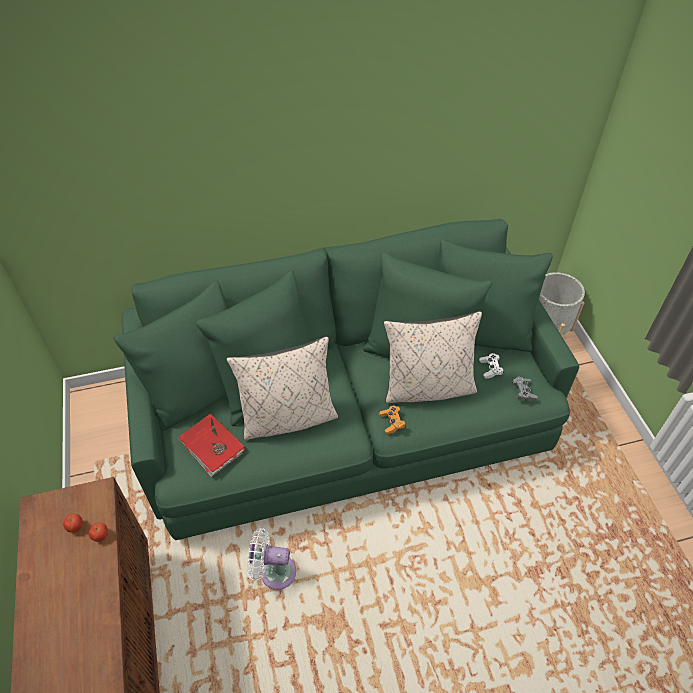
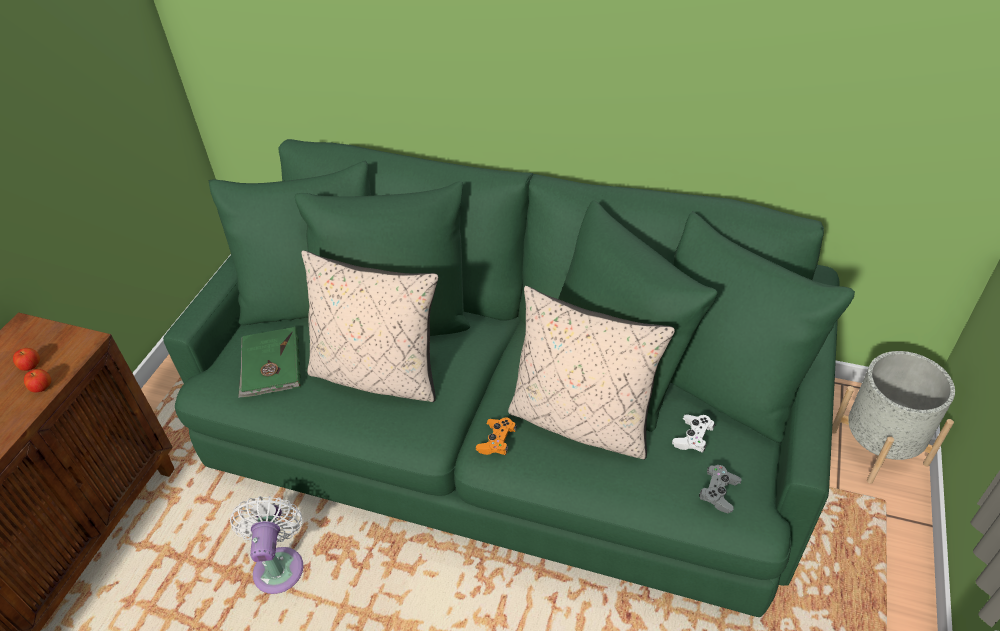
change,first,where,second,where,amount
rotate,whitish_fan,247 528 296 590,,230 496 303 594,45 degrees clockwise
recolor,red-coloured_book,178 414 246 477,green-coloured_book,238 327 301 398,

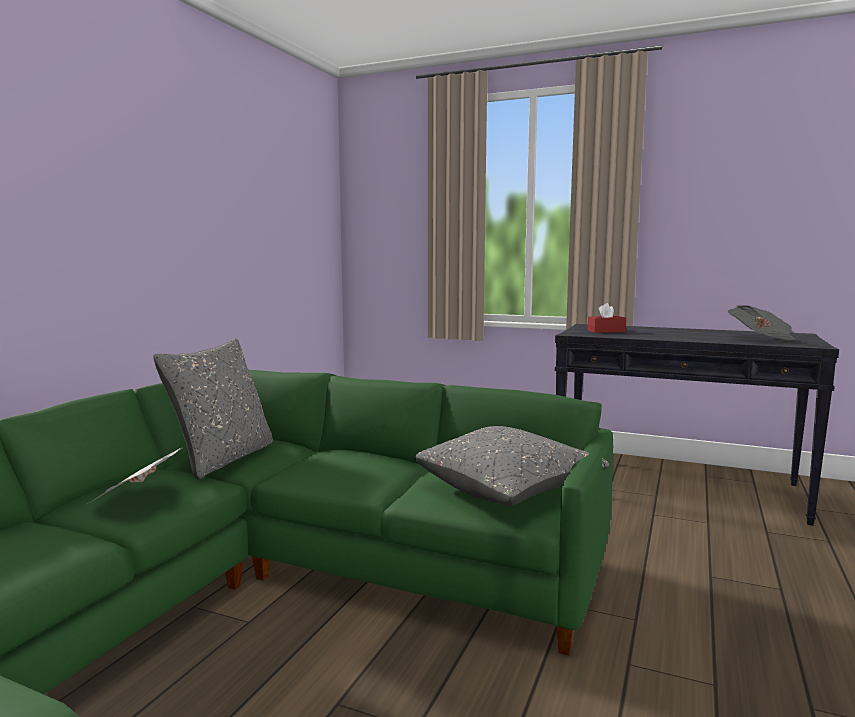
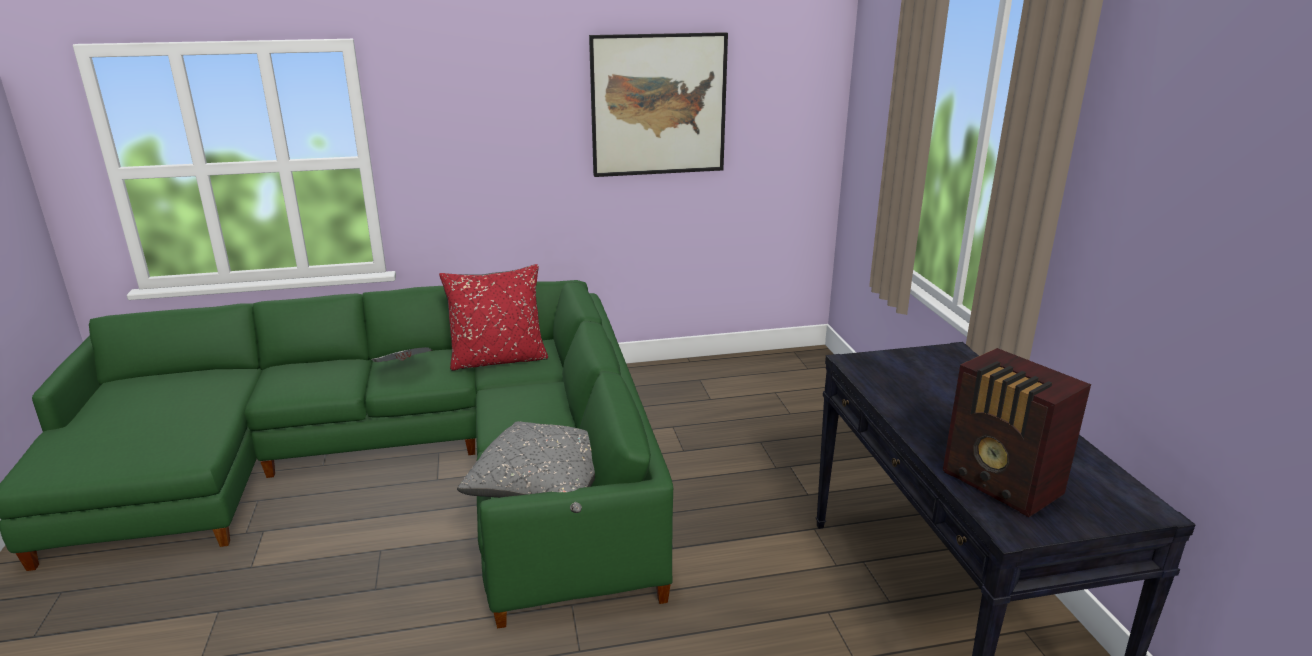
change,first,where,second,where,amount
recolor,greyish_cushion,153 338 273 480,red-coloured_cushion,439 264 548 371,
insert,,,wall_art,589 32 728 177,
replace,newspaper,728 305 795 340,radio,943 348 1091 517,
delete,red-coloured_tissue_holder,588 303 626 333,,,

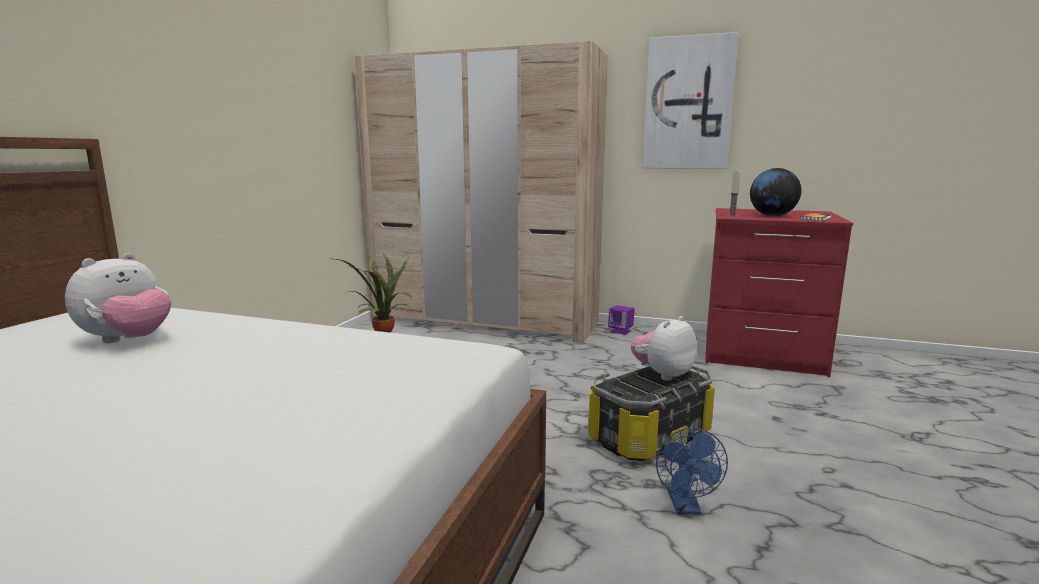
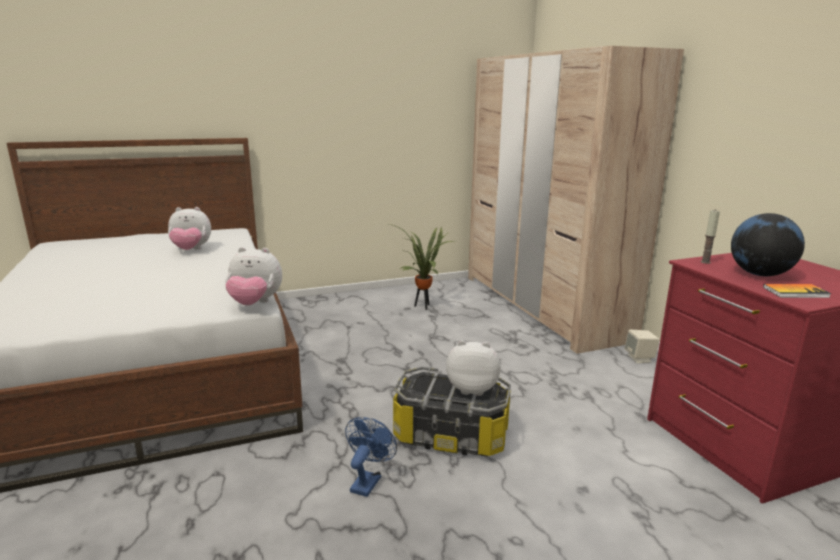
change,first,where,second,where,amount
insert,,,soft_toy,225 247 282 305,
rotate,blue-coloured_fan,656 428 728 515,,345 417 397 497,150 degrees clockwise
recolor,purple_speaker,608 305 635 335,sand-coloured_speaker,624 330 660 363,
delete,wall_art,642 32 739 169,,,

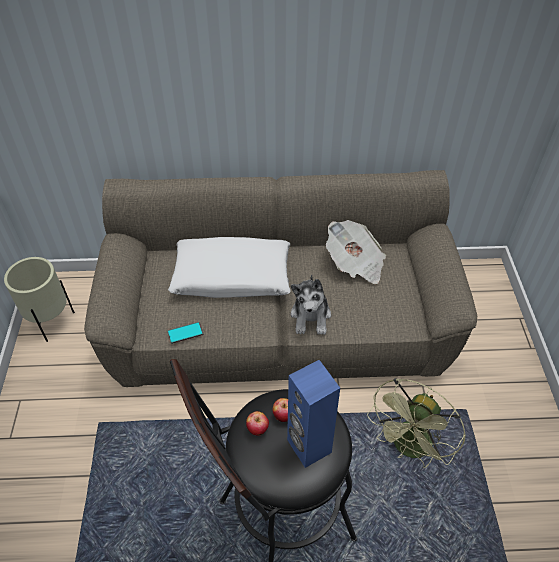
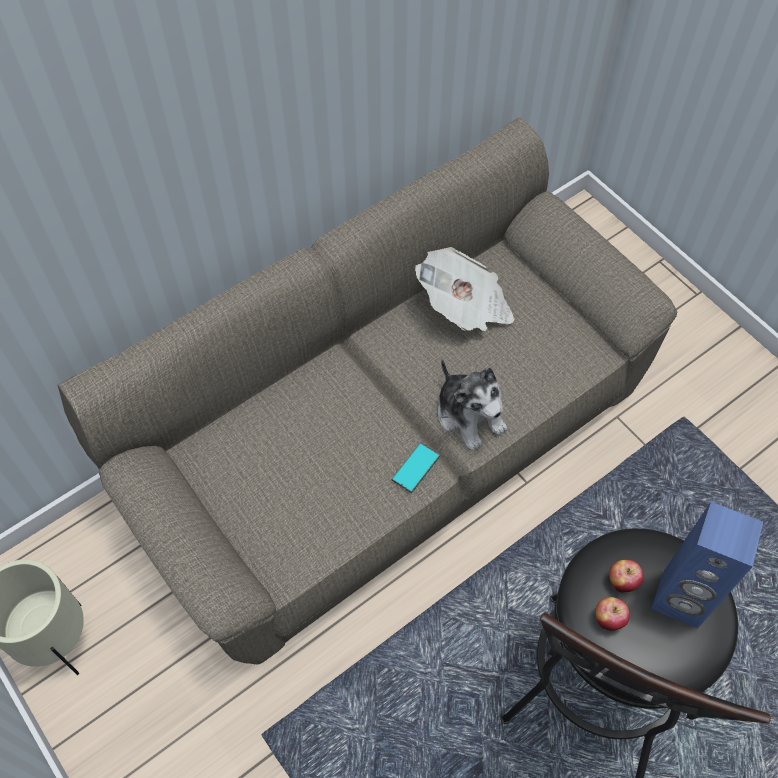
change,first,where,second,where,amount
move,handset,168 322 204 344,,392 442 440 493,
delete,whitish_cushion,168 237 291 298,,,
delete,green-coloured_fan,367 378 466 468,,,

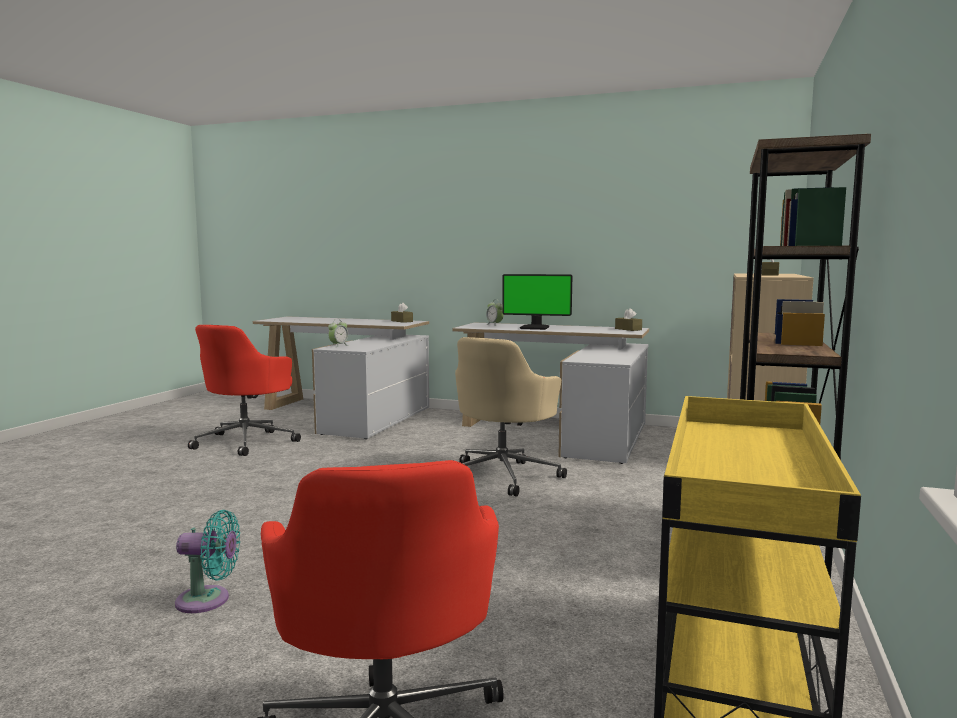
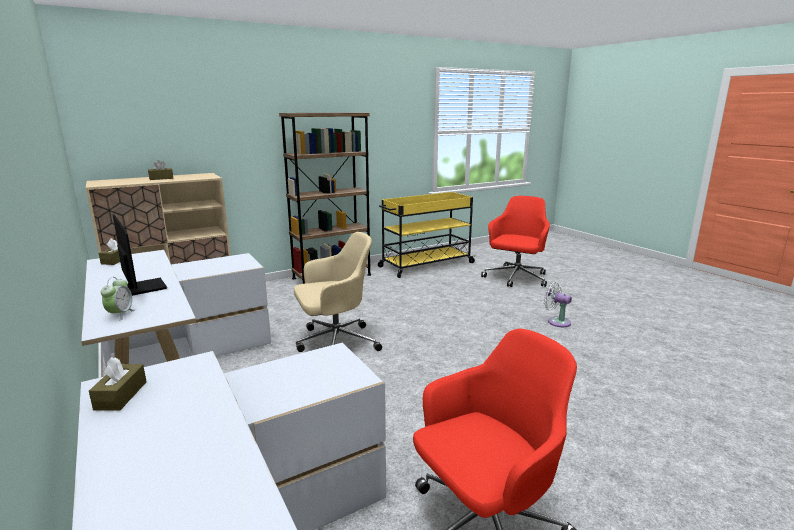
change,first,where,second,where,amount
recolor,turquoise_fan,175 510 240 613,whitish_fan,544 282 572 327,
delete,bedside_clock,328 319 349 347,,,

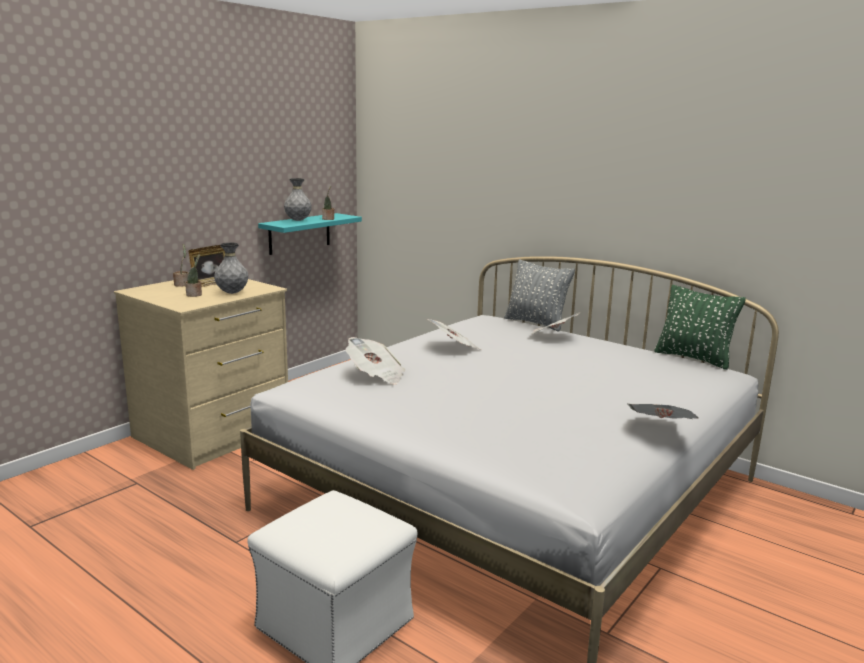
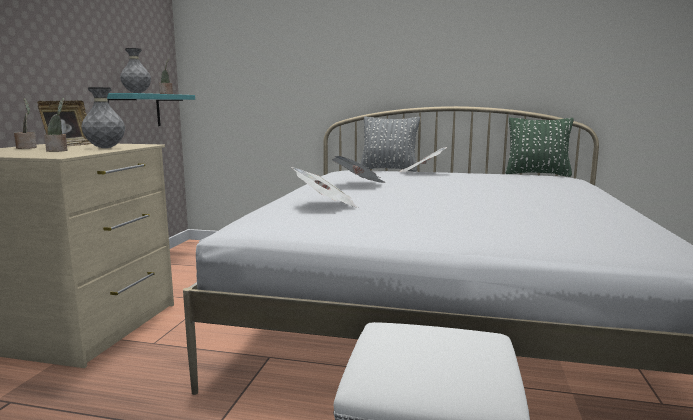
change,first,where,second,where,amount
delete,newspaper,626 403 699 419,,,

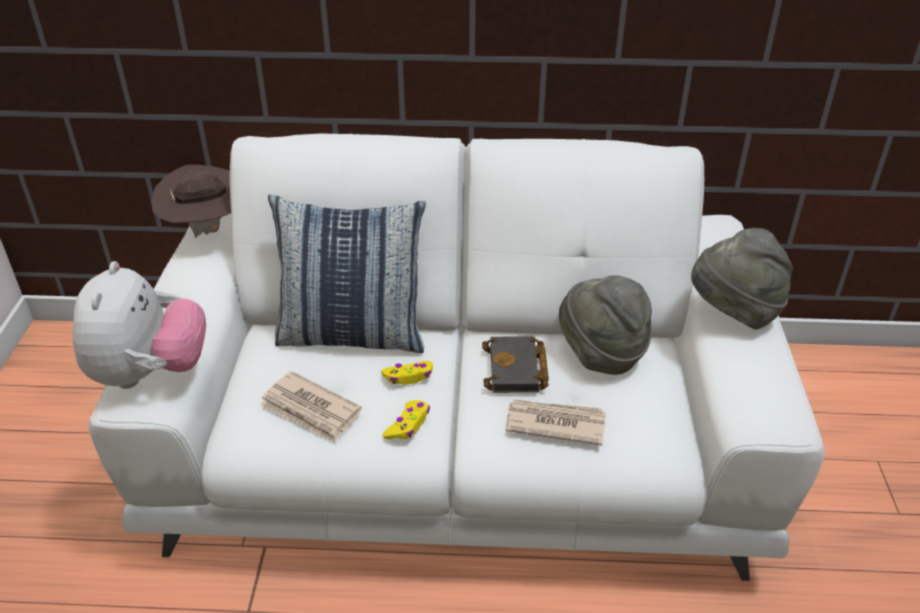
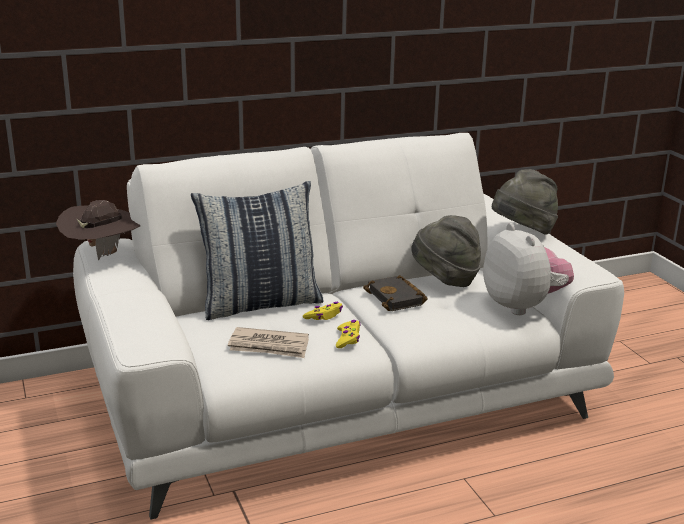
change,first,where,second,where,amount
move,soft_toy,73 261 206 389,,483 223 574 315,
delete,newspaper,506 400 606 445,,,

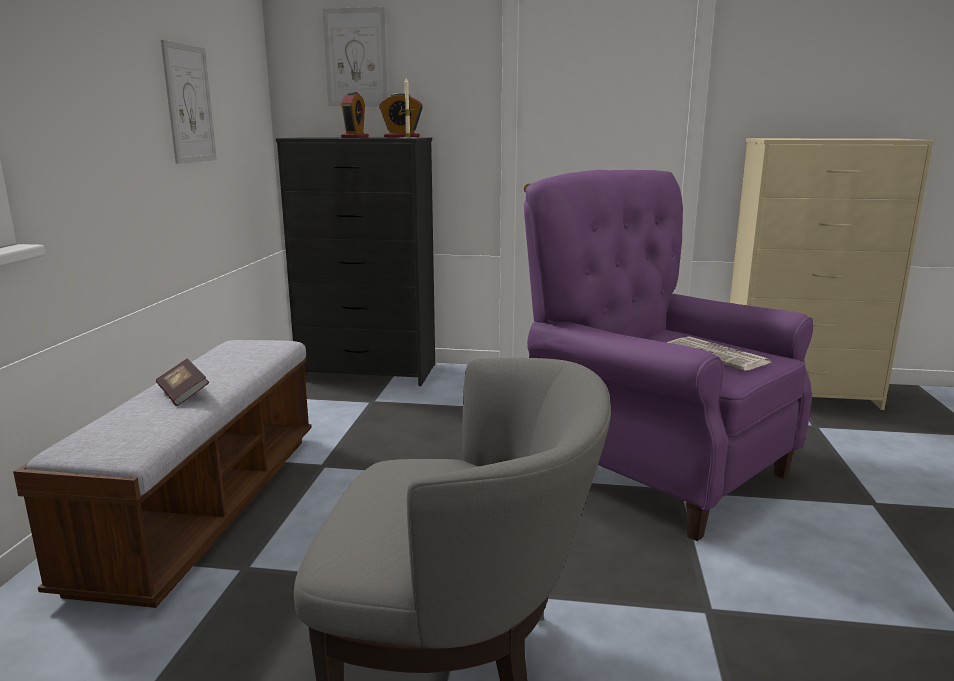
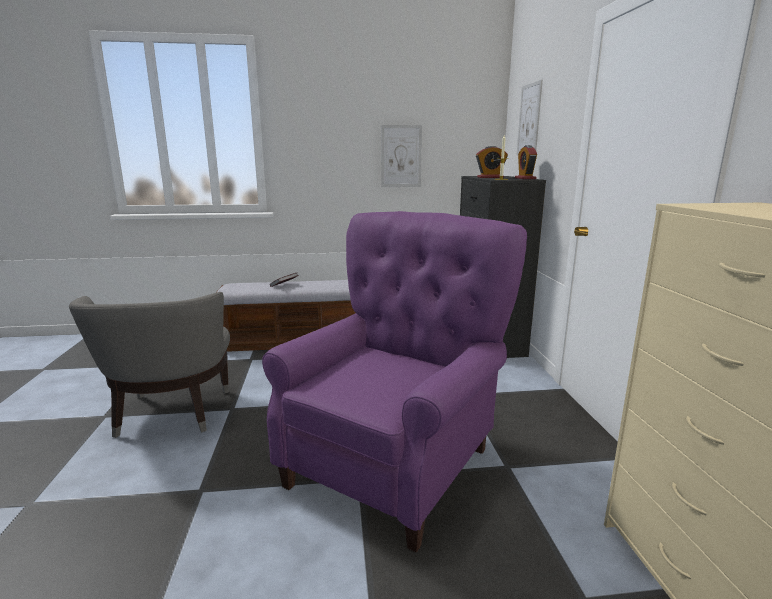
change,first,where,second,where,amount
delete,newspaper,667 336 771 371,,,

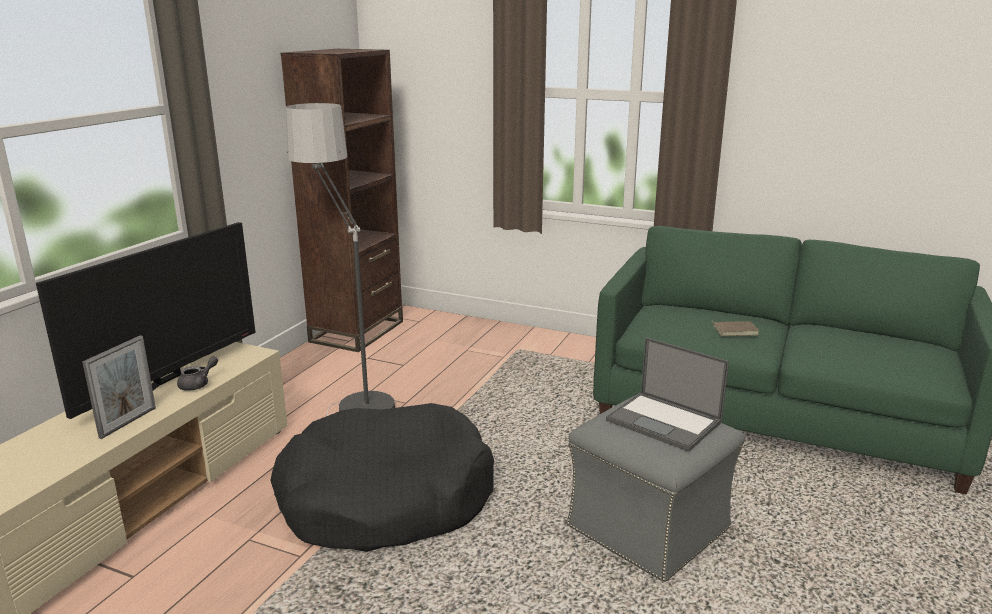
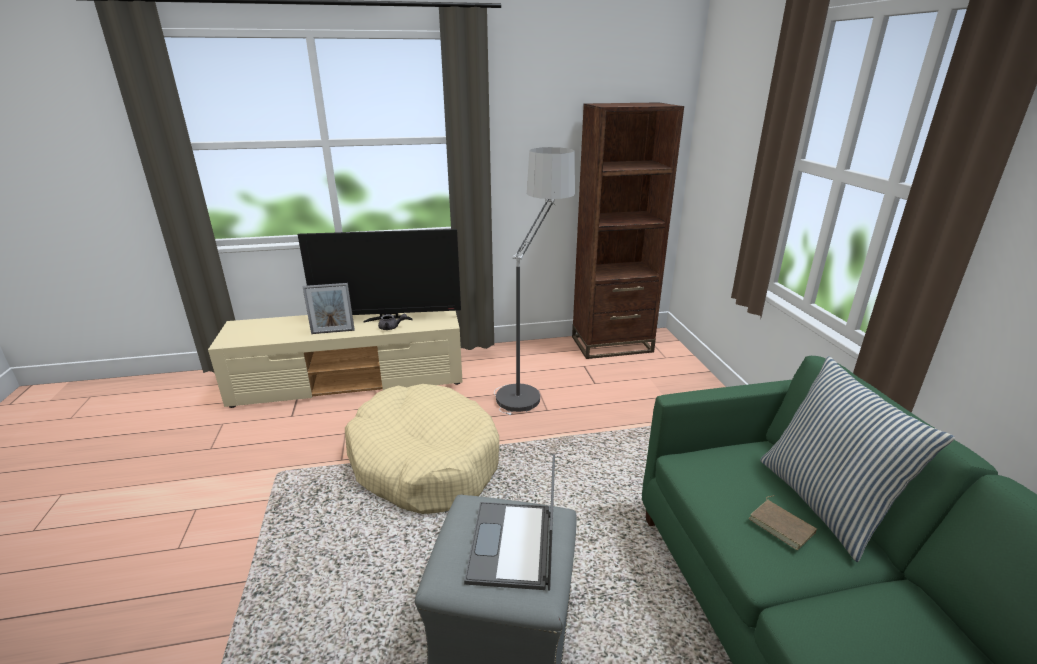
change,first,where,second,where,amount
recolor,blackish_dog_cushion,270 403 494 552,sand-coloured_dog_cushion,345 384 499 514,
insert,,,cushion,760 356 955 562,

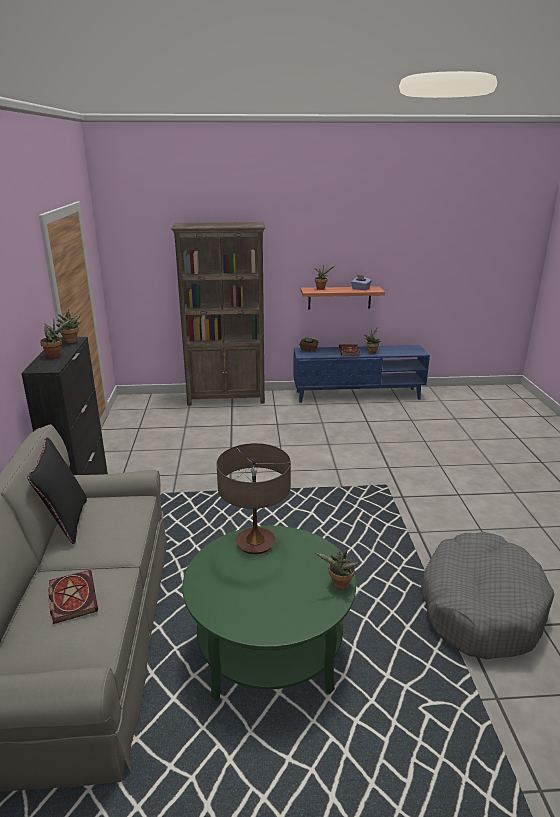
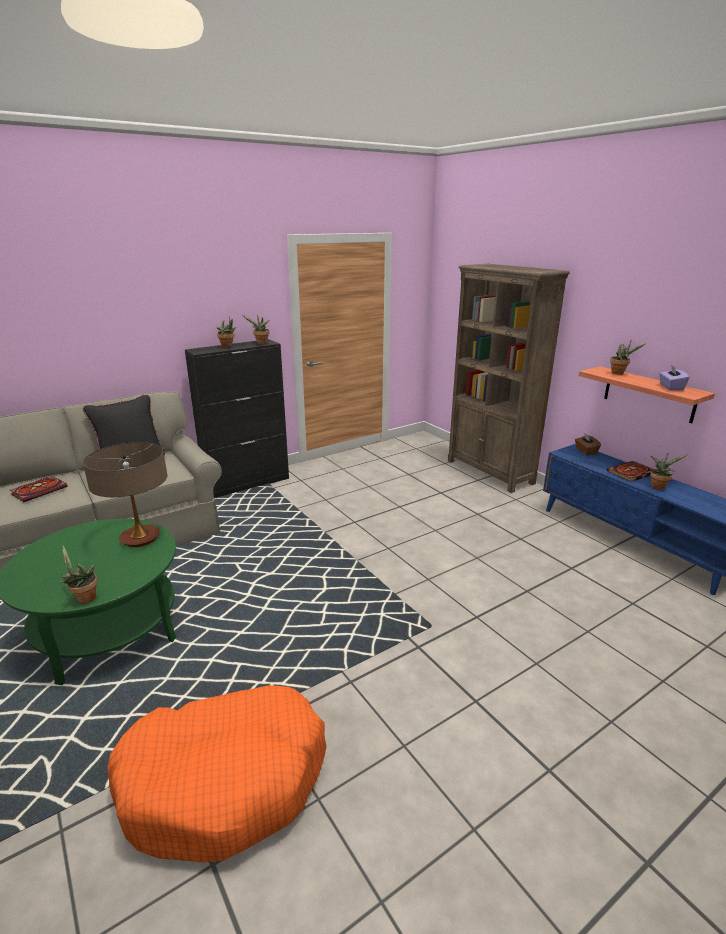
change,first,where,second,where,amount
recolor,greyish_dog_cushion,421 532 554 659,orange_dog_cushion,108 685 327 862,

